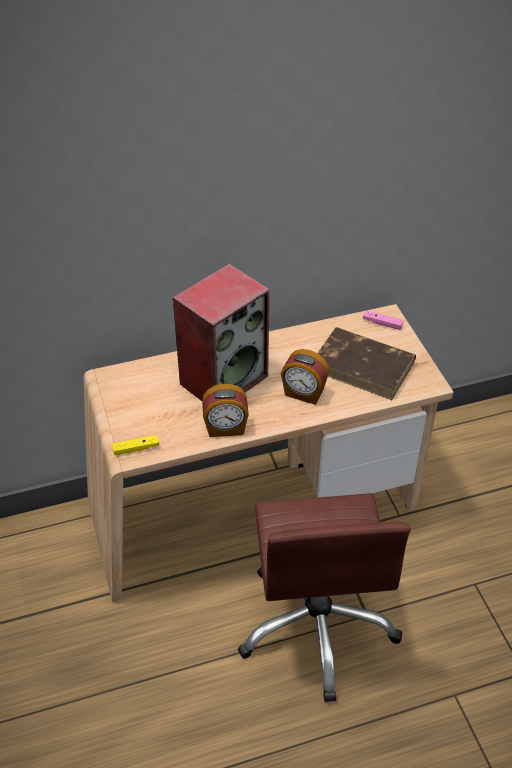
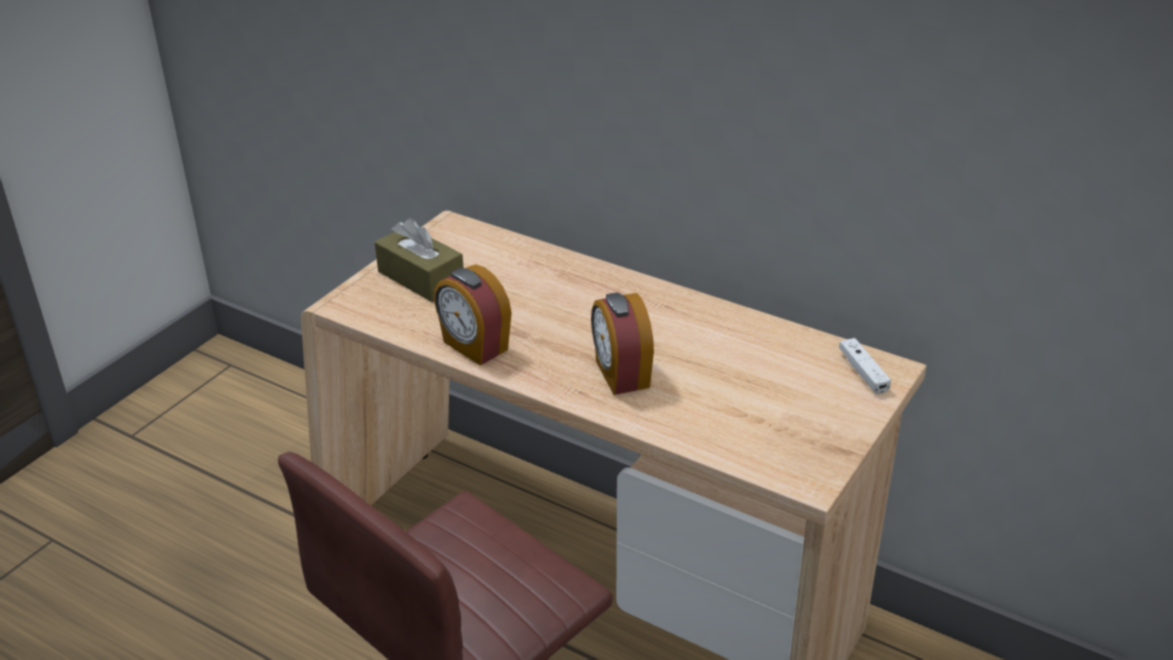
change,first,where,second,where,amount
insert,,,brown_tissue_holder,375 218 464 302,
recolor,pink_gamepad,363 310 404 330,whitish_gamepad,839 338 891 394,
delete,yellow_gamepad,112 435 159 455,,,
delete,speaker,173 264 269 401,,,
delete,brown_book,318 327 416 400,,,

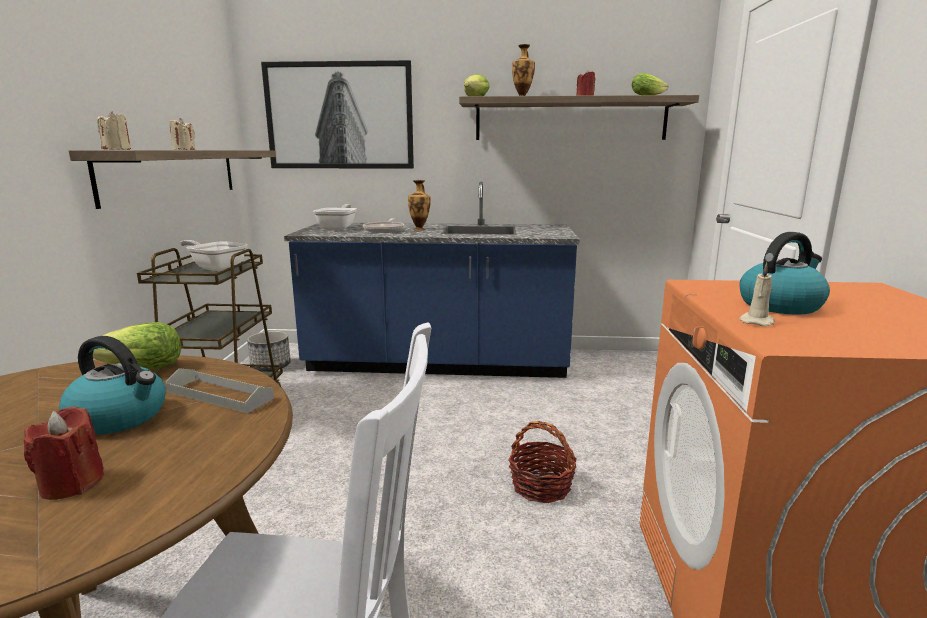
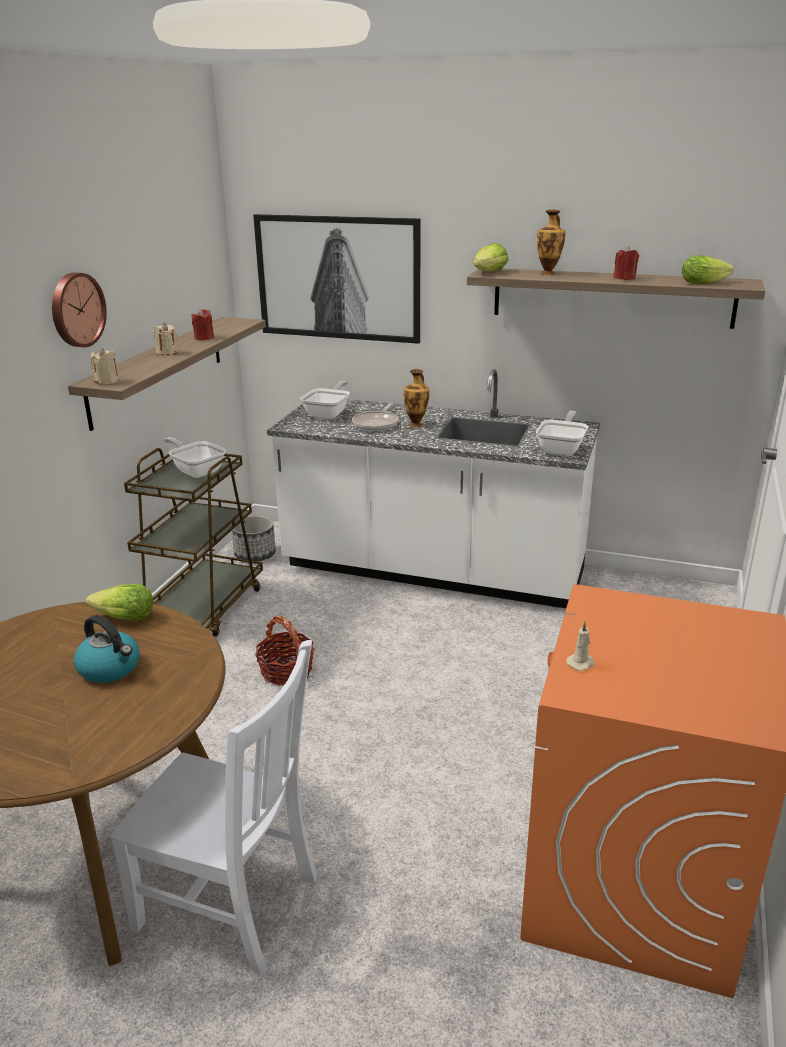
change,first,where,second,where,amount
insert,,,hanging_clock,52 273 107 347,
move,red-coloured_wax_light,24 406 104 500,,191 309 214 340,
move,basket,508 421 577 503,,255 616 314 686,
recolor,blue-coloured_counter,284 181 580 378,whitish_counter,267 369 600 608,
insert,,,skillet,536 411 588 456,
delete,greyish_tray,165 368 274 413,,,
delete,tea_kettle,739 232 830 315,,,

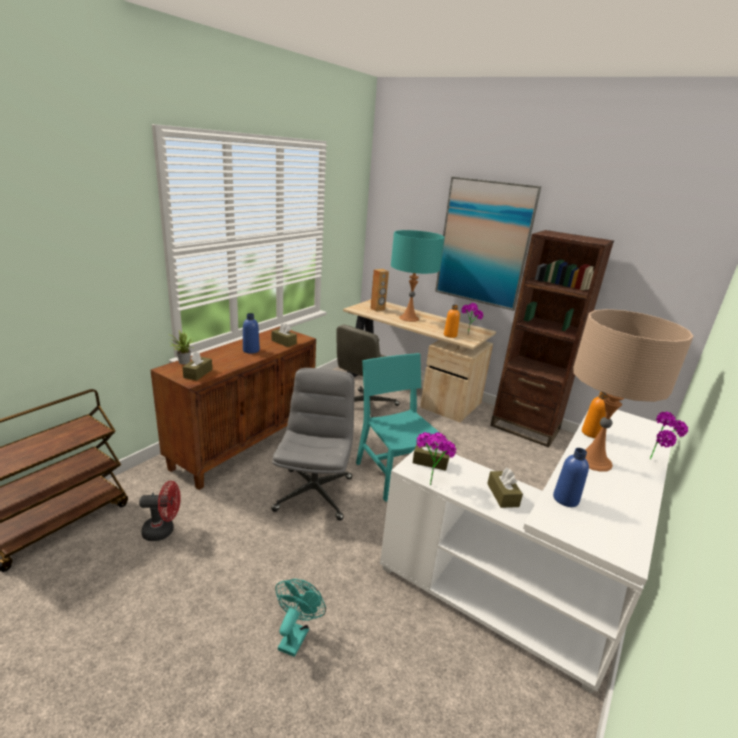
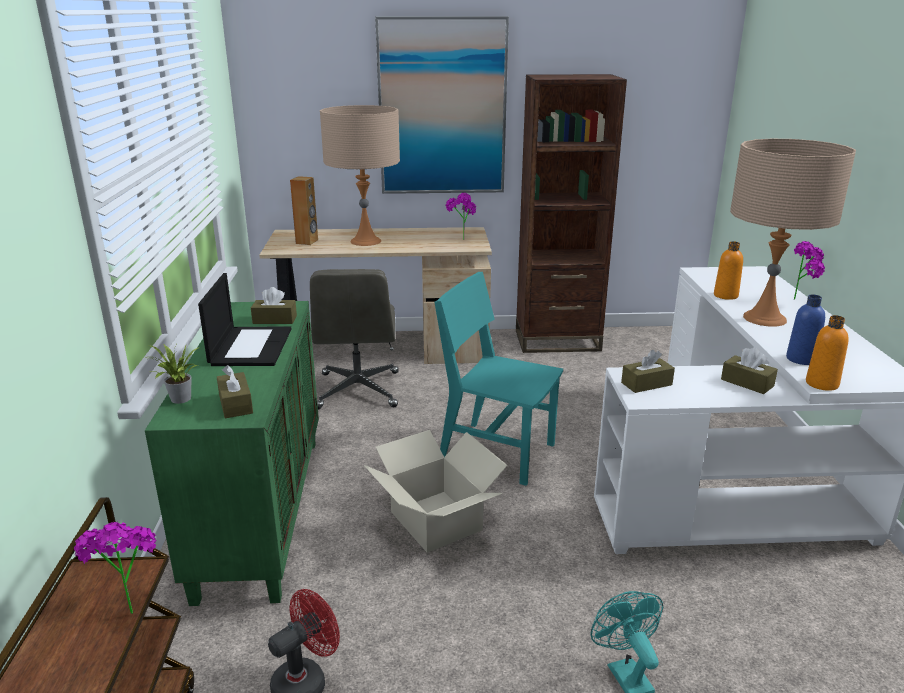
change,first,where,second,where,amount
move,potted_plant,416 432 456 485,,74 522 156 614,
recolor,brown_storage_cabinet,150 326 316 490,green-coloured_storage_cabinet,145 301 319 606,
replace,blue-coloured_drink_bottle,243 313 260 354,portable_computer,198 273 291 366,
recolor,turquoise_table_lamp,391 230 445 322,sand-coloured_table_lamp,320 105 400 246,
replace,greyish_office_chair,271 368 355 521,carton,364 430 508 553,
move,orange_drink_bottle,444 305 460 338,,806 315 849 391,

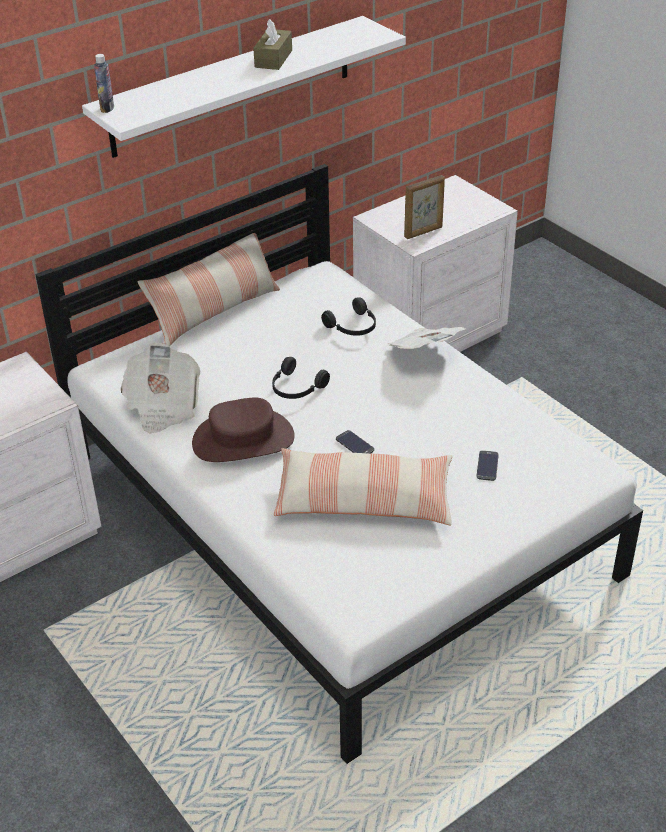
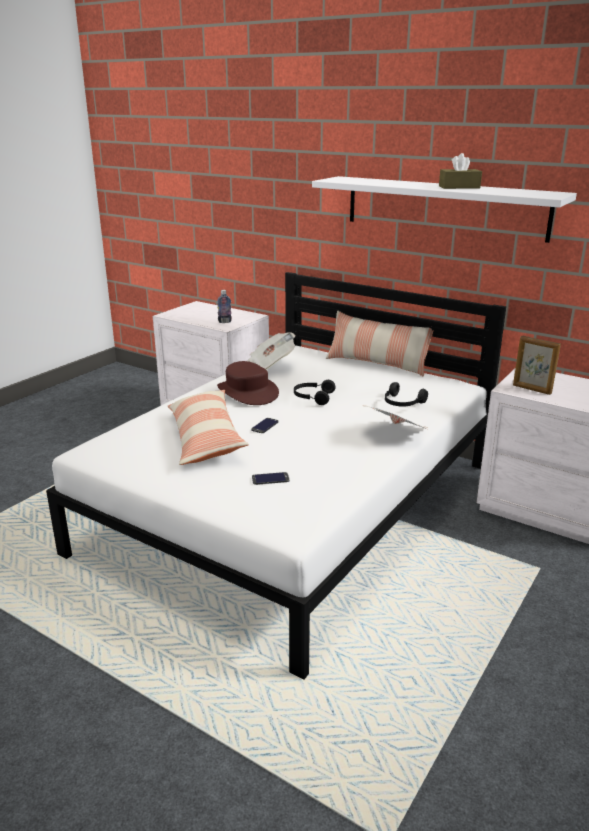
change,first,where,second,where,amount
move,drink_bottle,94 54 114 113,,217 290 232 323,

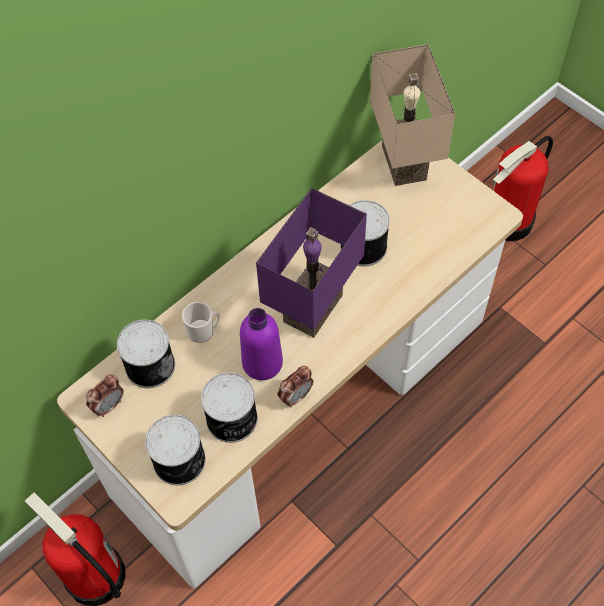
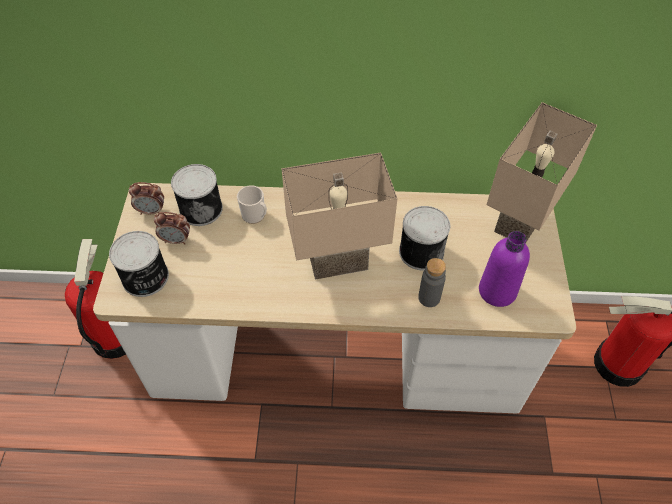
change,first,where,second,where,amount
move,bedside_clock,277 366 313 408,,154 212 190 245,
recolor,purple_table_lamp,256 188 367 338,sand-coloured_table_lamp,282 153 398 280,
insert,,,greyish_drink_bottle,418 258 446 307,
move,purple_drink_bottle,240 308 283 380,,479 231 530 307,
delete,metal_can,201 373 258 443,,,

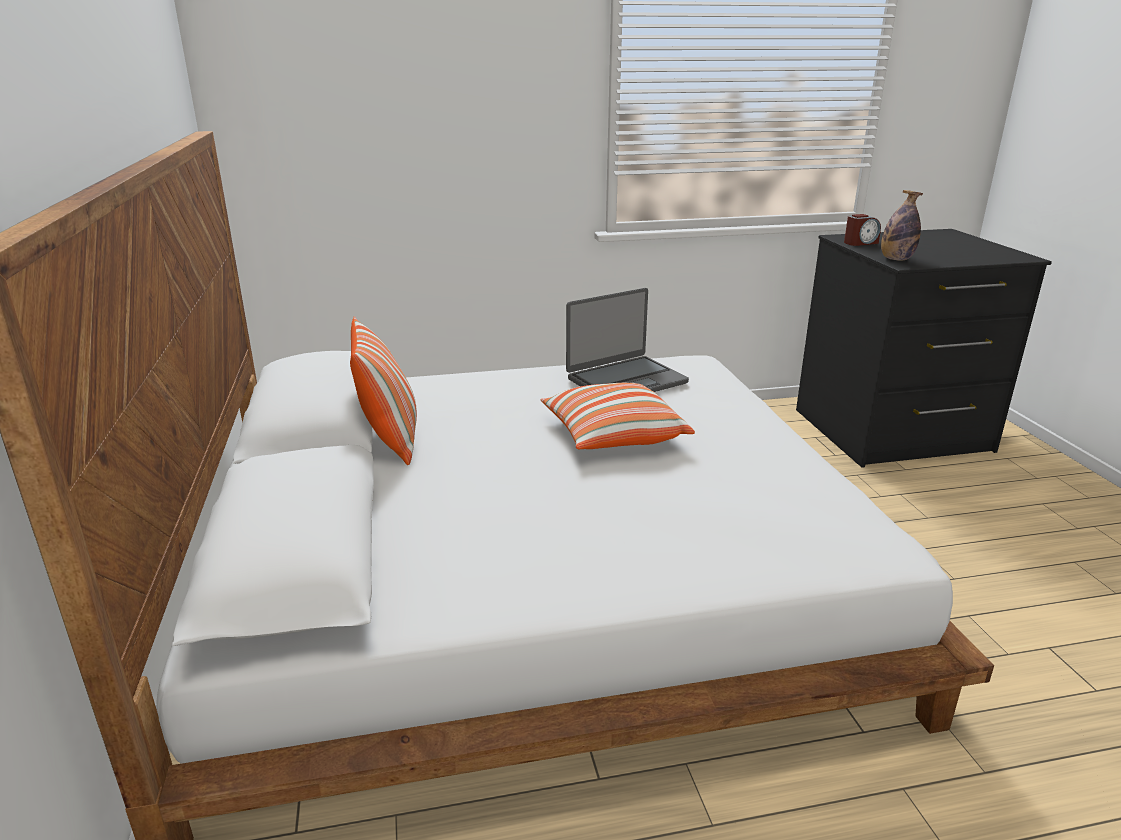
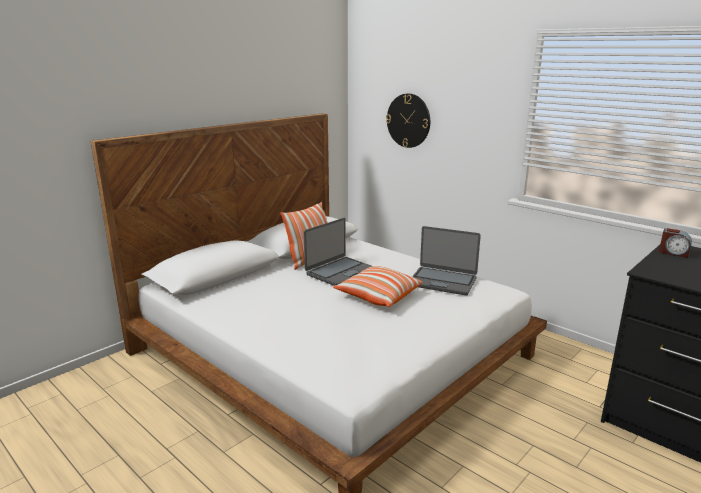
change,first,where,second,where,amount
insert,,,portable_computer,304 218 372 286,
insert,,,hanging_clock,386 94 430 148,
delete,drink_bottle,881 190 923 261,,,

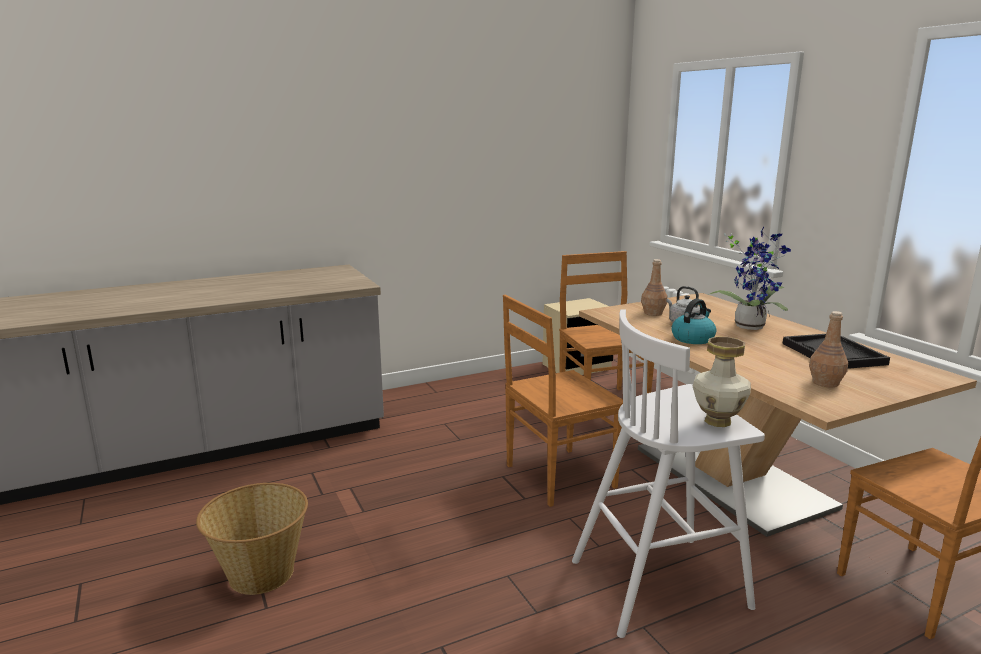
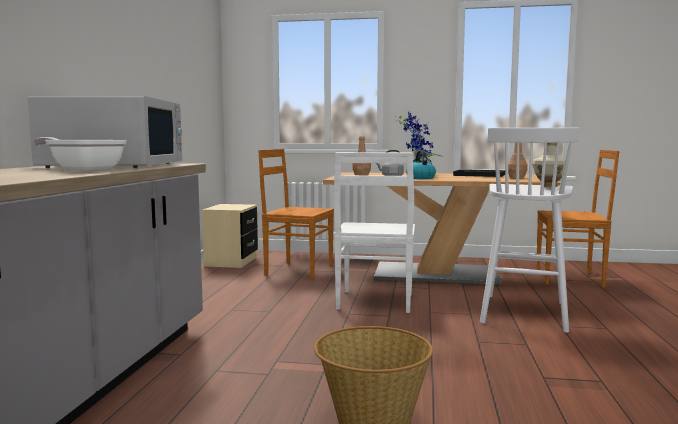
change,first,where,second,where,amount
insert,,,whitish_microwave,28 96 182 168,
insert,,,skillet,34 137 127 172,
recolor,brown_chair,503 294 623 507,whitish_chair,333 152 415 313,

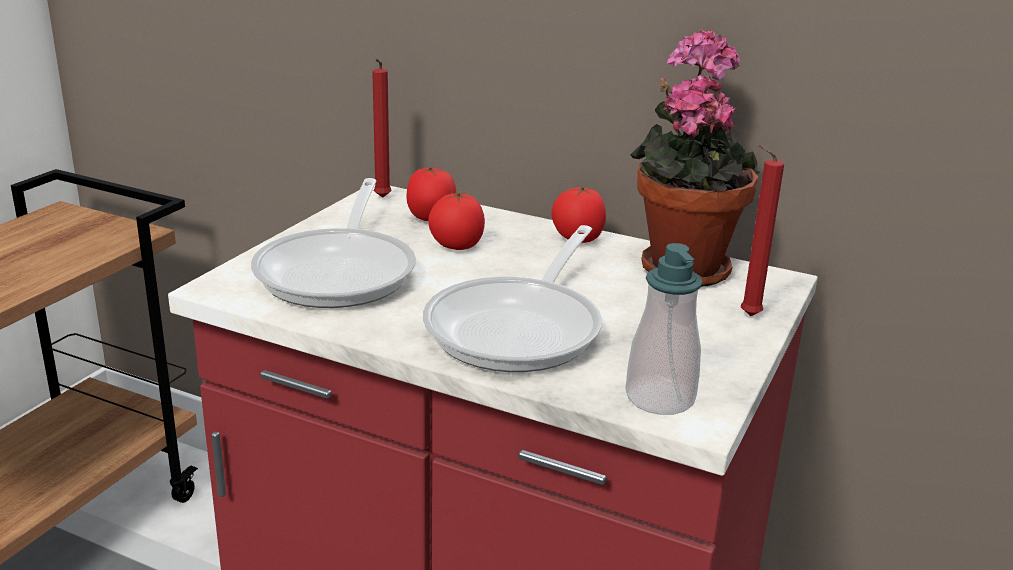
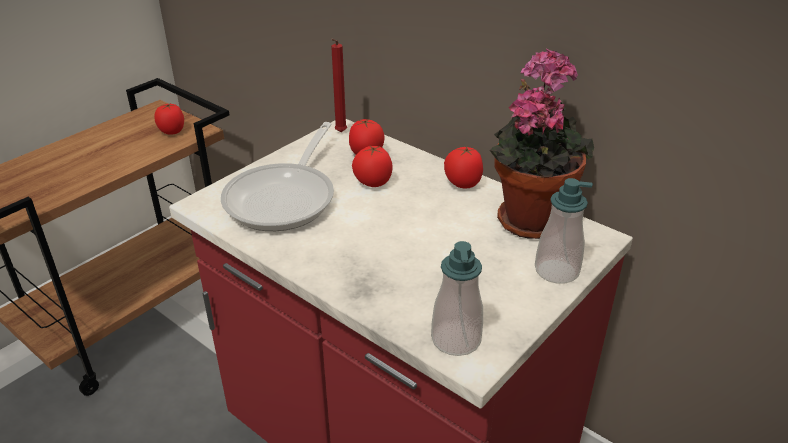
change,first,where,second,where,amount
insert,,,whole_tomato,154 104 184 135,
replace,red-coloured_wax_light,741 144 784 316,soap_bottle,535 178 593 284,
delete,skillet,423 225 602 372,,,

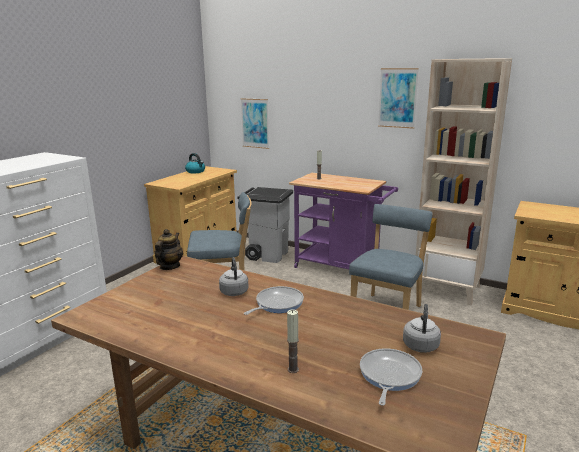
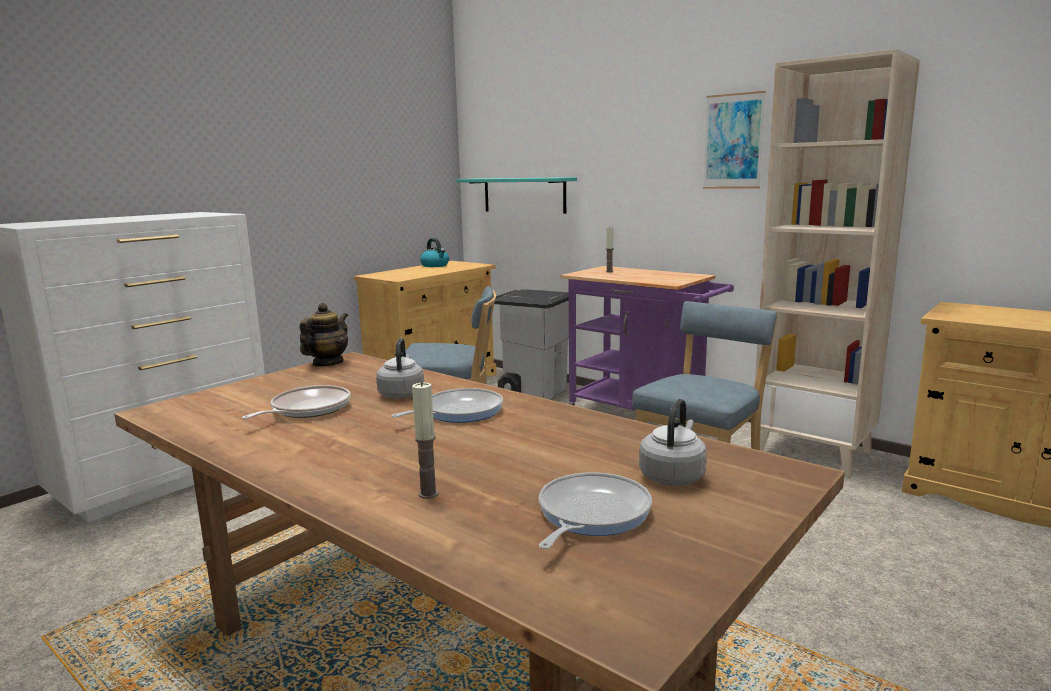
change,first,where,second,where,amount
insert,,,skillet,242 385 351 419,
replace,wall_art,241 98 269 149,turquoise_shelf,456 177 577 214,

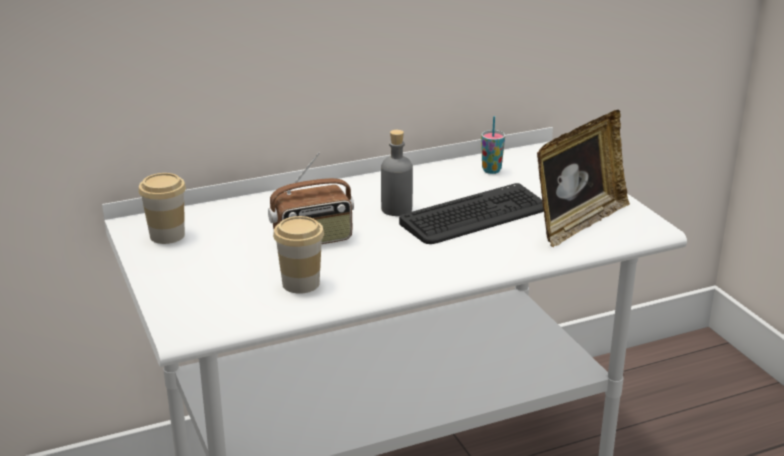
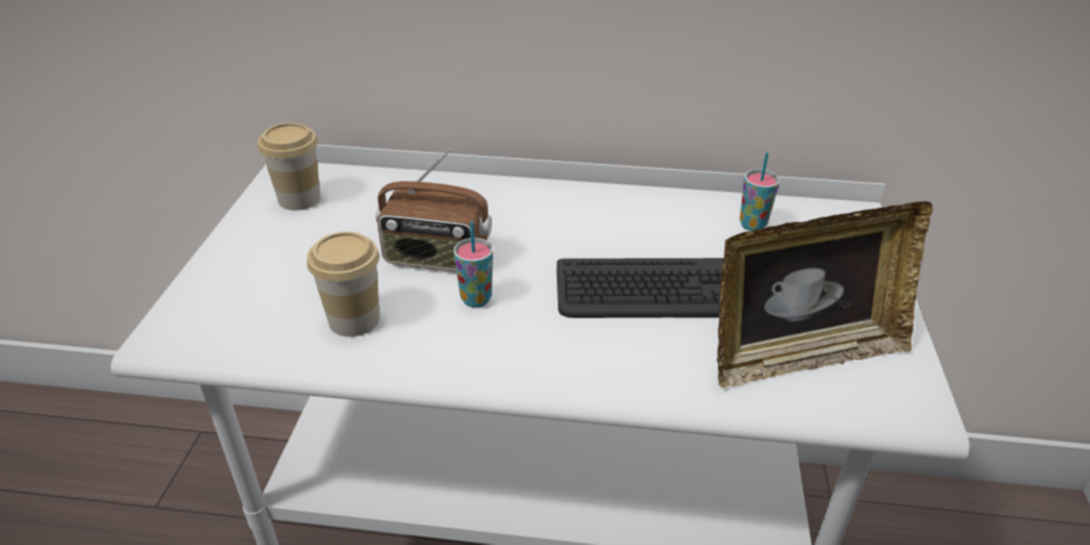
change,first,where,second,where,amount
insert,,,small_cup,454 222 493 307,
delete,greyish_drink_bottle,381 130 413 216,,,

